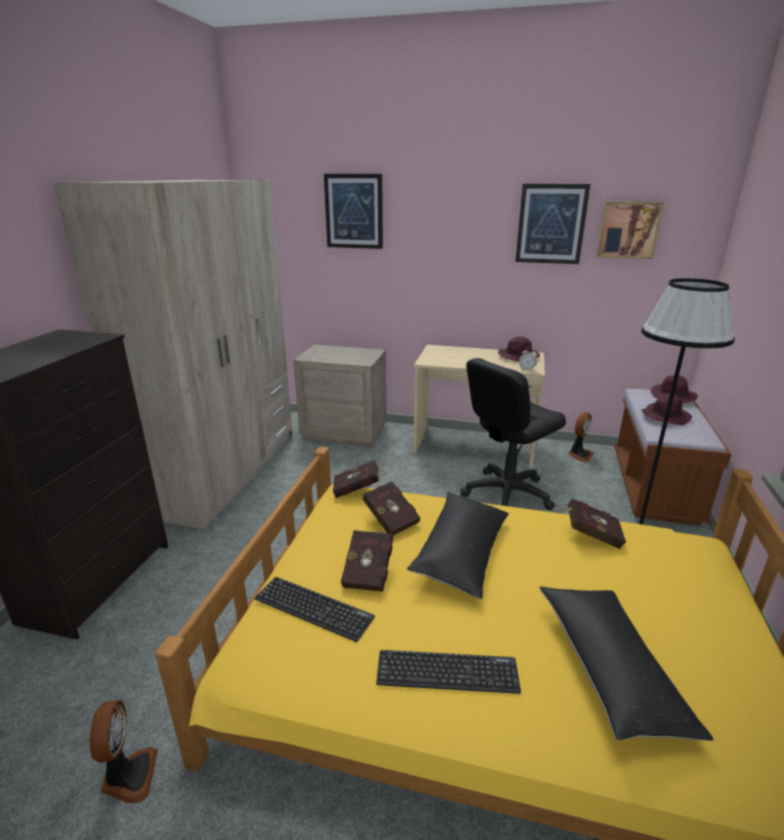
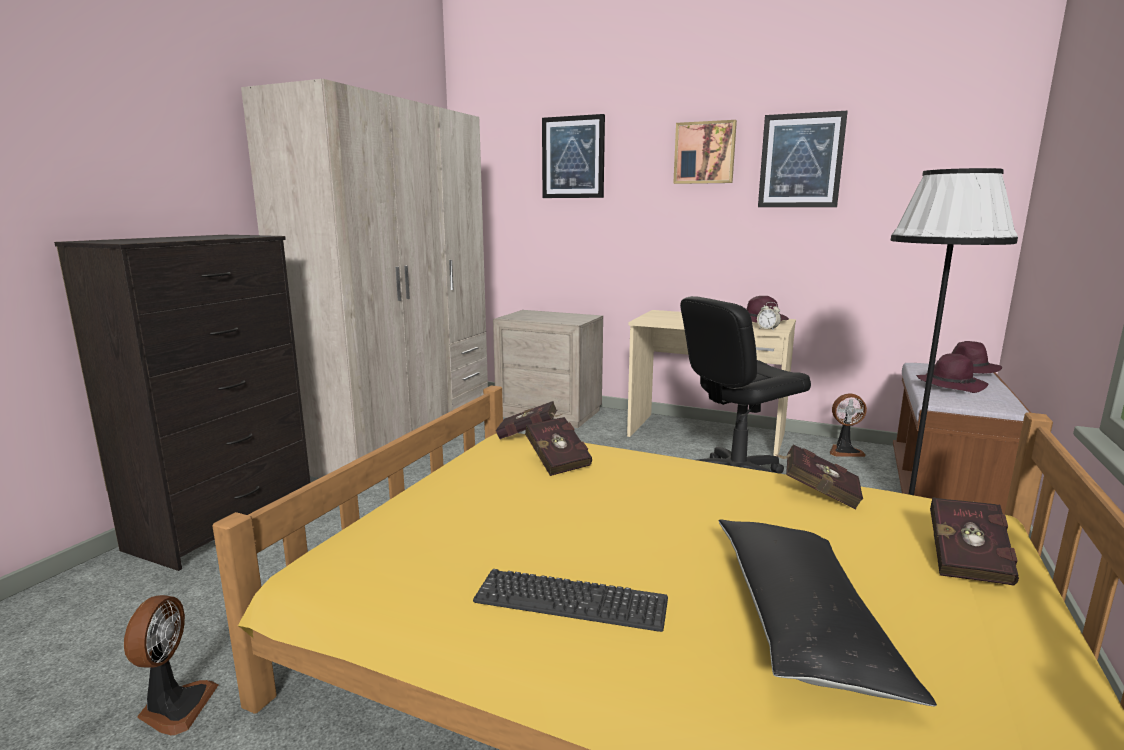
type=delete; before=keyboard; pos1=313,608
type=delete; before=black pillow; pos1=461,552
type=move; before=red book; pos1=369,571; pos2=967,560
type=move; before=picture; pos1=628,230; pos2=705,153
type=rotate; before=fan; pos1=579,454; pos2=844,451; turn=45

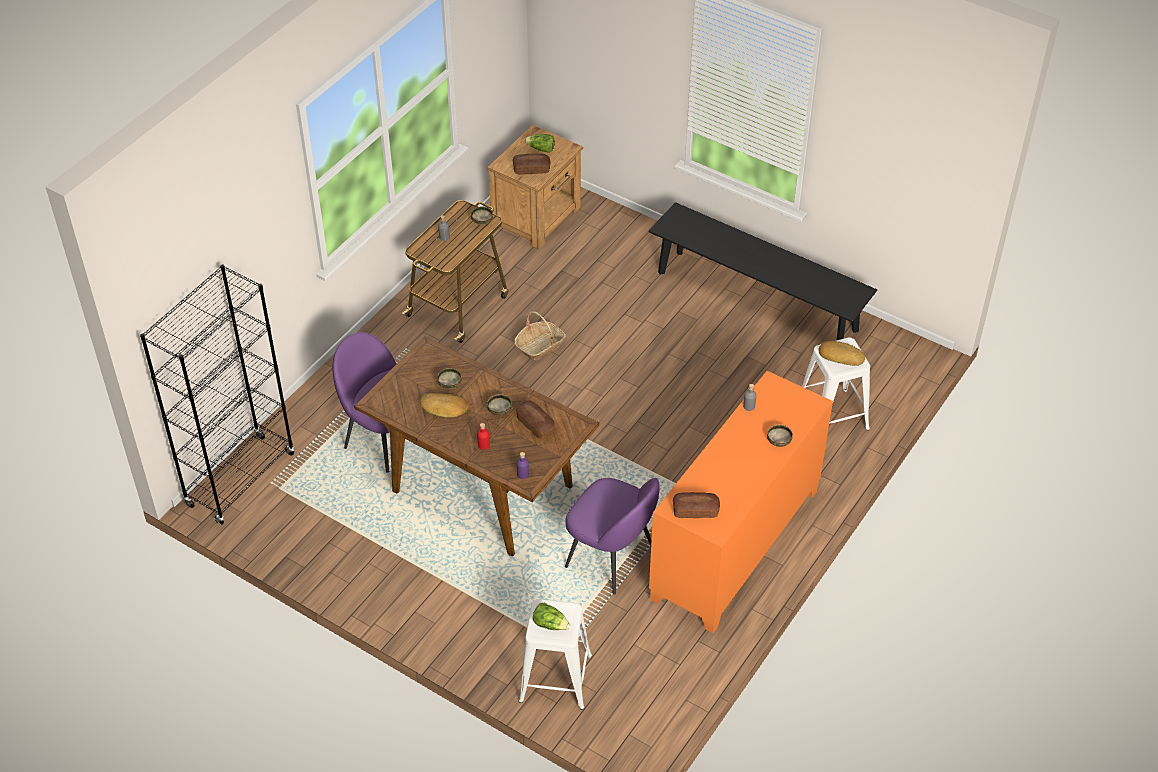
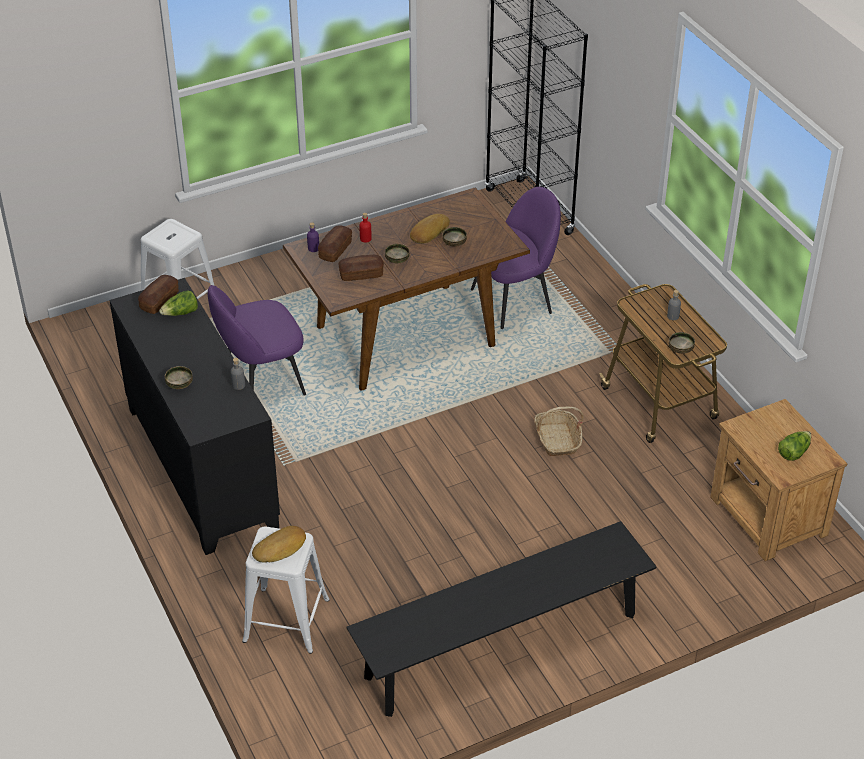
type=move; before=bread; pos1=531,169; pos2=335,250
type=move; before=lettuce; pos1=550,624; pos2=181,313
type=recolor; before=orange cabinet; after=black cabinet; pos1=736,545; pos2=200,467

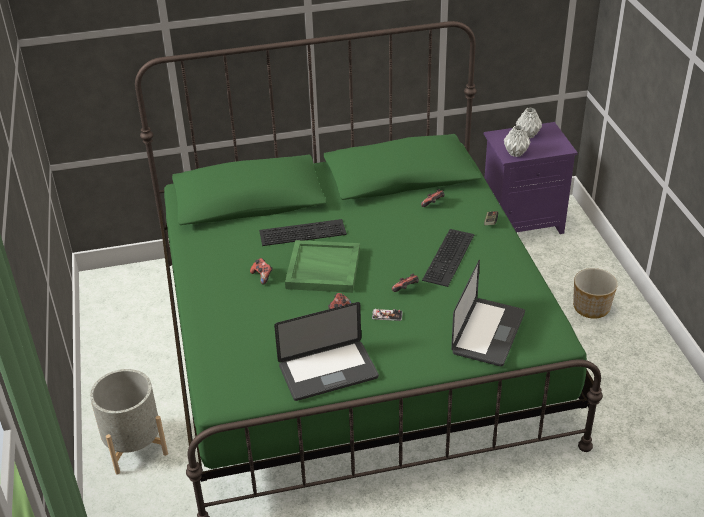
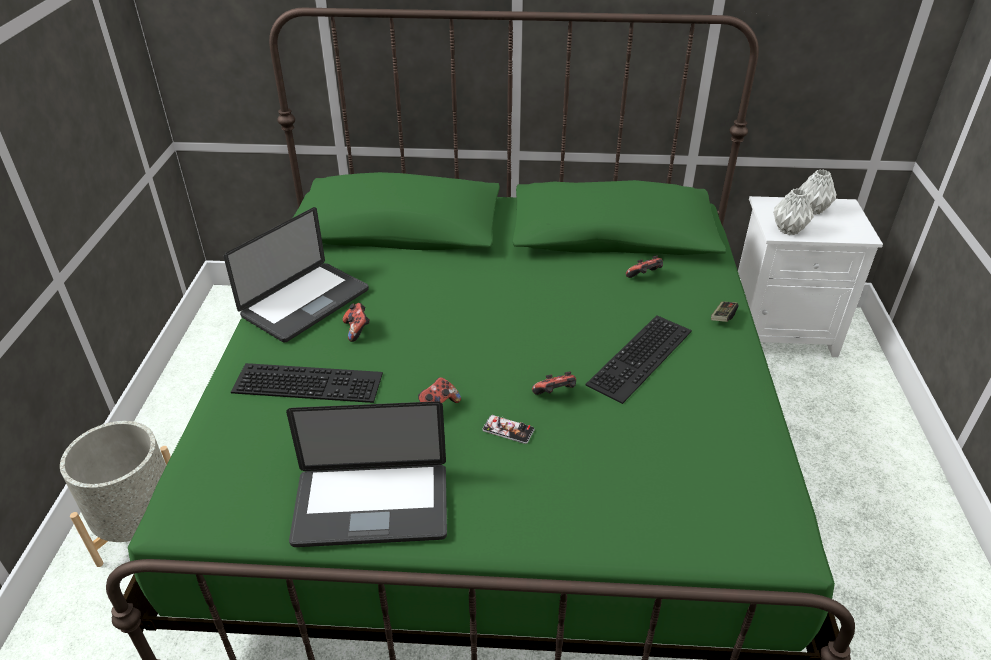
type=delete; before=green tray; pos1=322,269
type=delete; before=planter; pos1=591,307
type=move; before=keyboard; pos1=303,231; pos2=310,381
type=move; before=laptop; pos1=488,333; pos2=305,303
type=recolor; before=purple nightstand; after=white nightstand; pos1=522,222; pos2=781,331

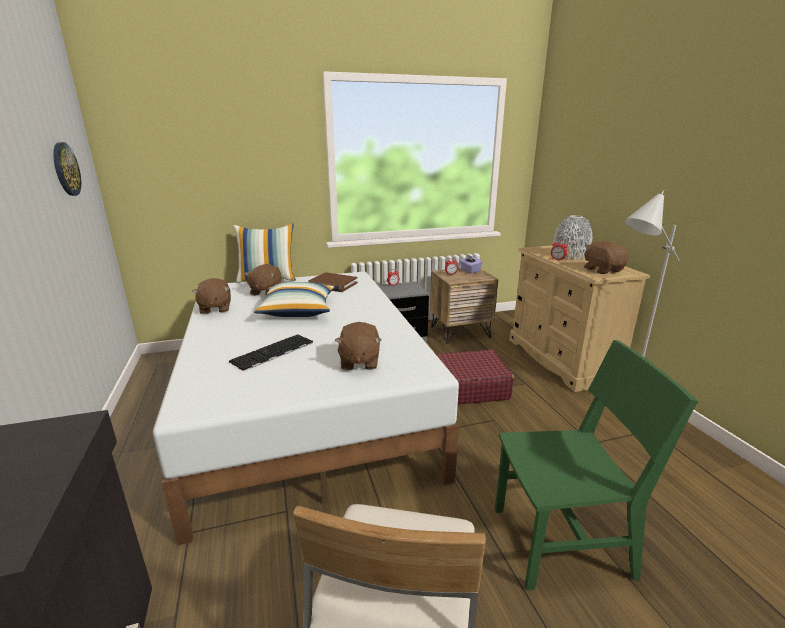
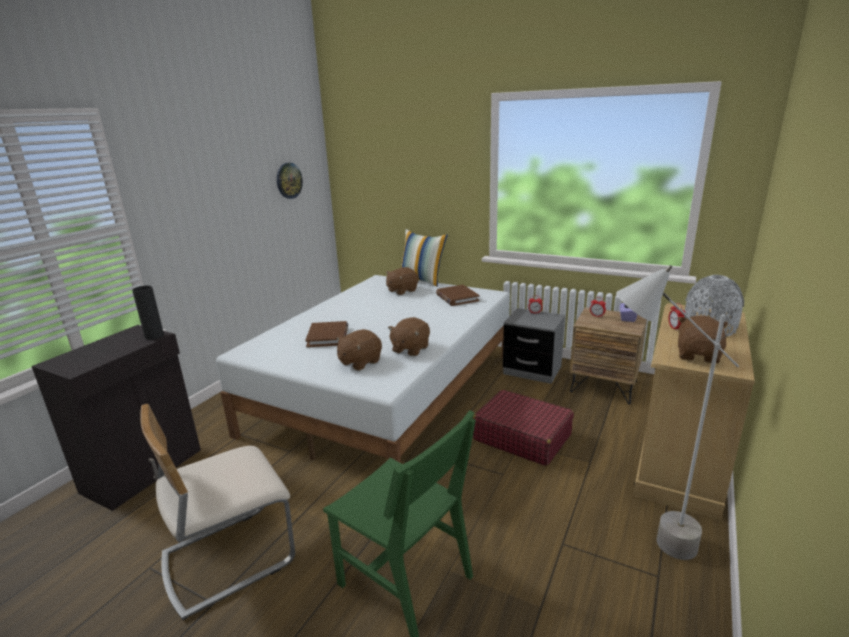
type=delete; before=pillow; pos1=298,311
type=insert; after=black vase; pos2=154,336
type=move; before=brown plush toy; pos1=215,309; pos2=410,349
type=replace; before=keyboard; after=brown book; pos1=272,352; pos2=328,336

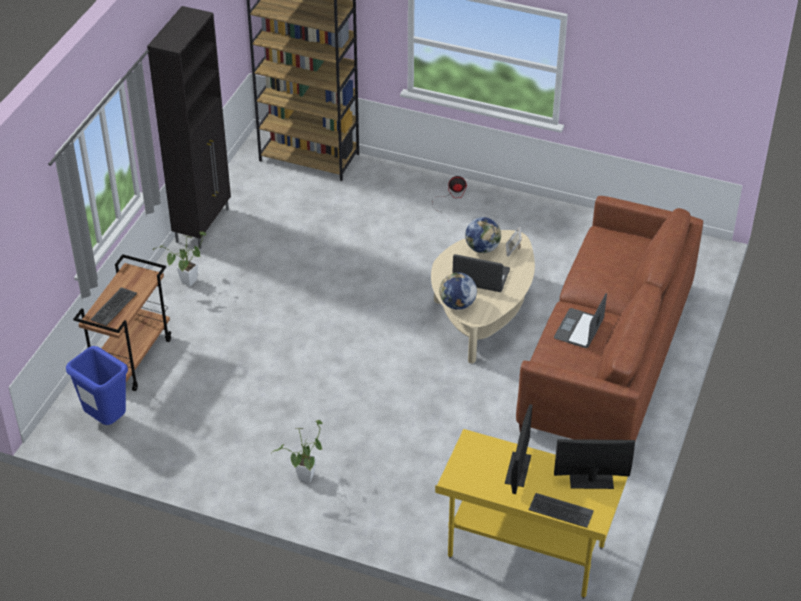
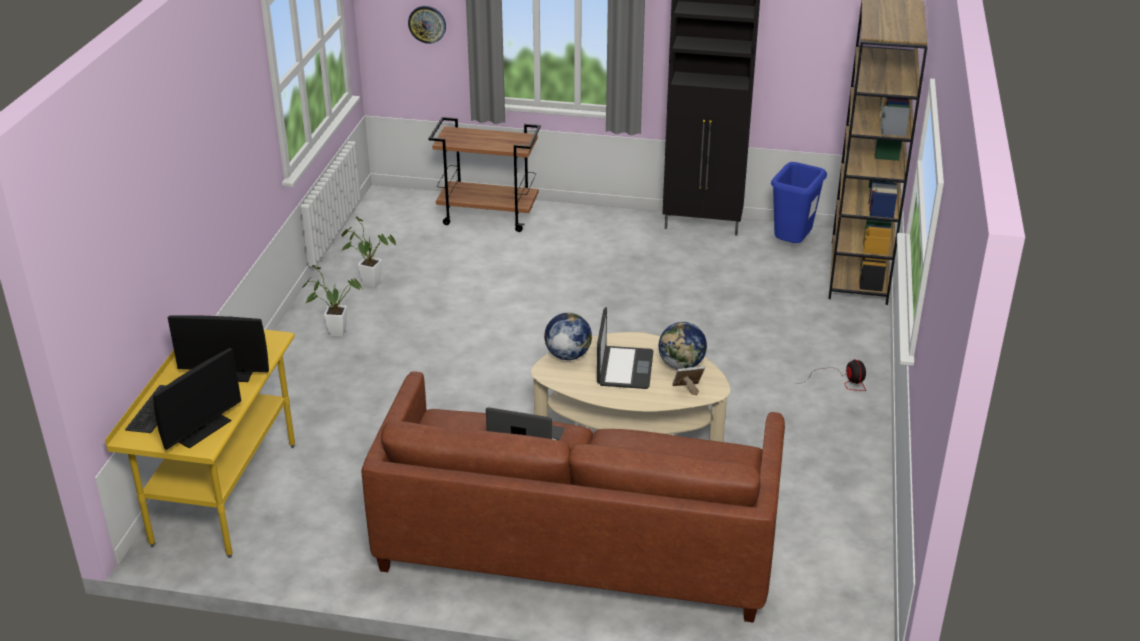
type=delete; before=keyboard; pos1=113,306
type=insert; after=wall clock; pos2=427,24
type=move; before=blue trash can; pos1=106,420; pos2=792,245
type=move; before=potted plant; pos1=186,283; pos2=368,283
type=rotate; before=monitor; pos1=591,481; pos2=202,429; turn=45

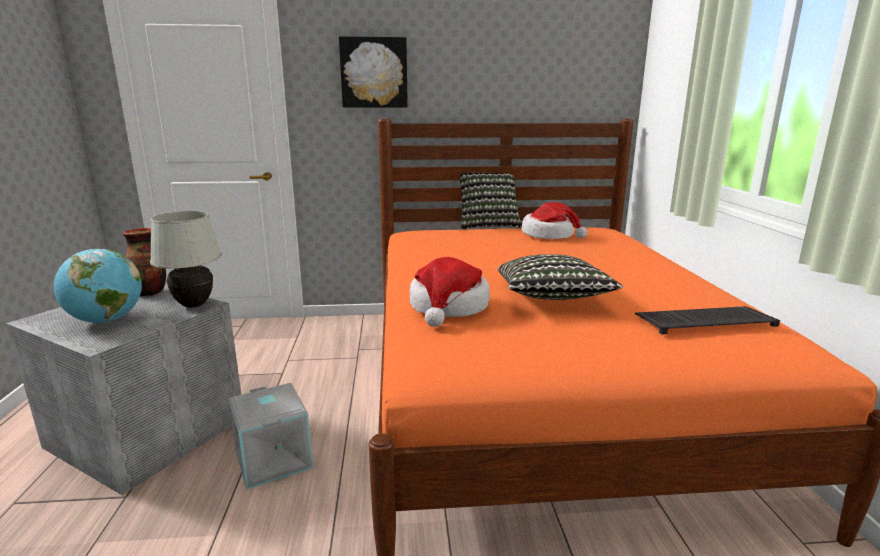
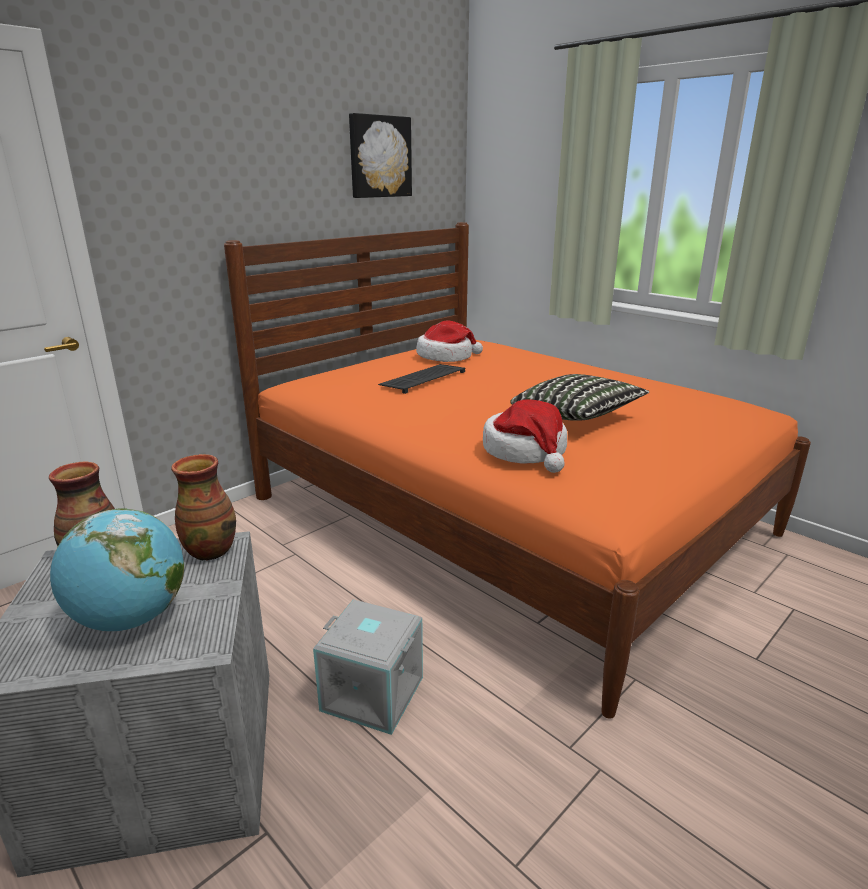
type=delete; before=pillow; pos1=488,225
type=move; before=picture; pos1=374,73; pos2=379,157
type=move; before=keyboard; pos1=705,321; pos2=423,379
type=replace; before=white table lamp; after=vase; pos1=194,305; pos2=211,550

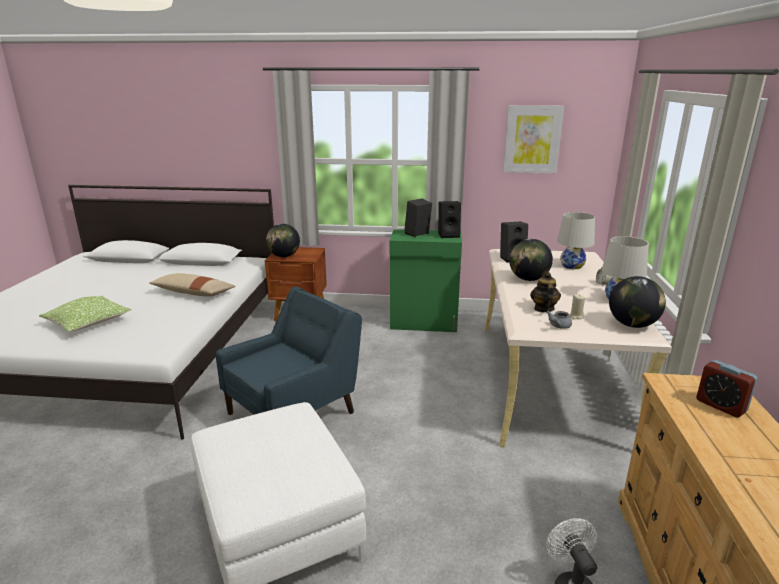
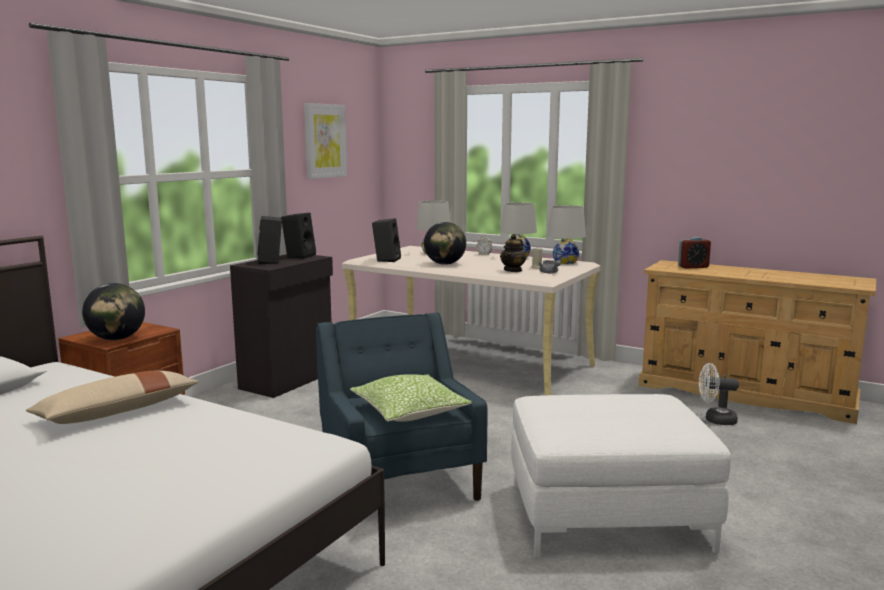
type=move; before=pillow; pos1=88,323; pos2=409,412
type=replace; before=globe; after=white table lamp; pos1=632,325; pos2=565,262
type=recolor; before=green cabinet; after=black cabinet; pos1=424,323; pos2=289,380
type=rotate; before=teapot; pos1=543,309; pos2=513,270; turn=-90

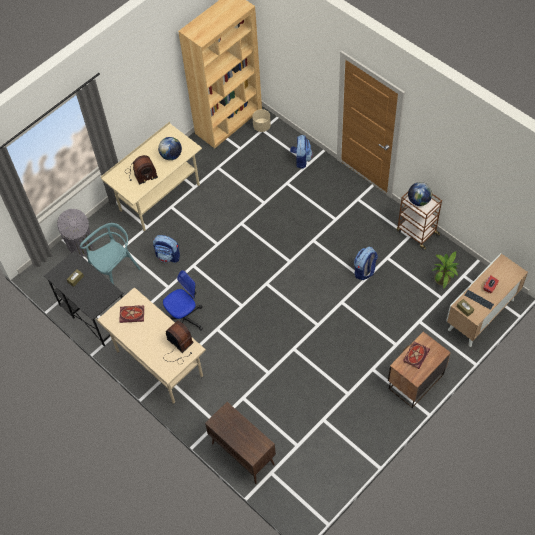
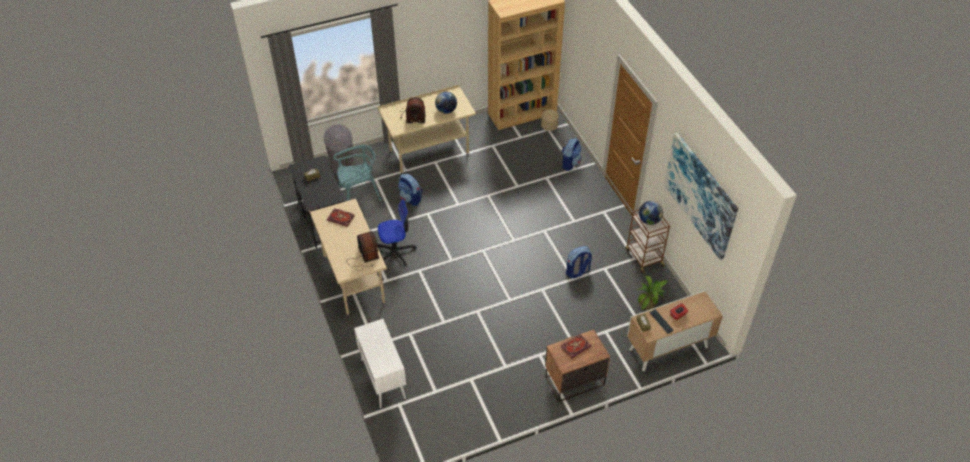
type=insert; after=picture; pos2=700,195
type=recolor; before=brown cabinet; after=white cabinet; pos1=242,453; pos2=383,378

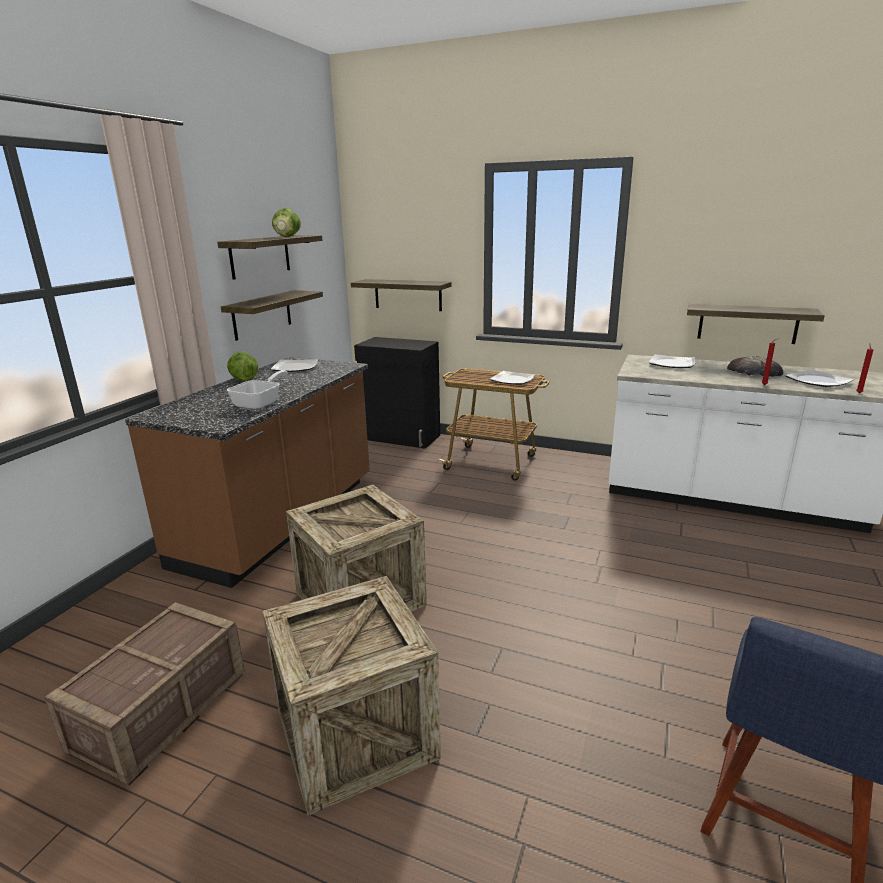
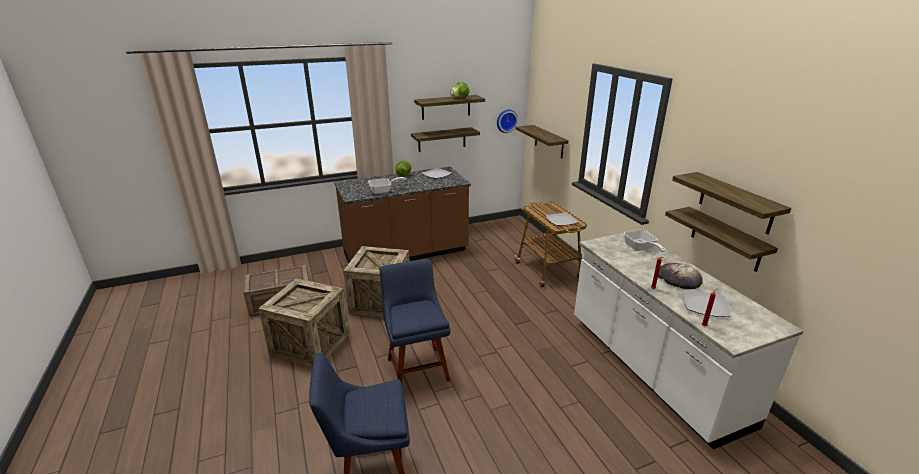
type=delete; before=black cabinet; pos1=401,438
type=insert; after=blue chair; pos2=417,367
type=insert; after=wall clock; pos2=506,120
type=insert; after=shelf; pos2=735,203
type=replace; before=plate; after=frying pan; pos1=672,364; pos2=640,248

